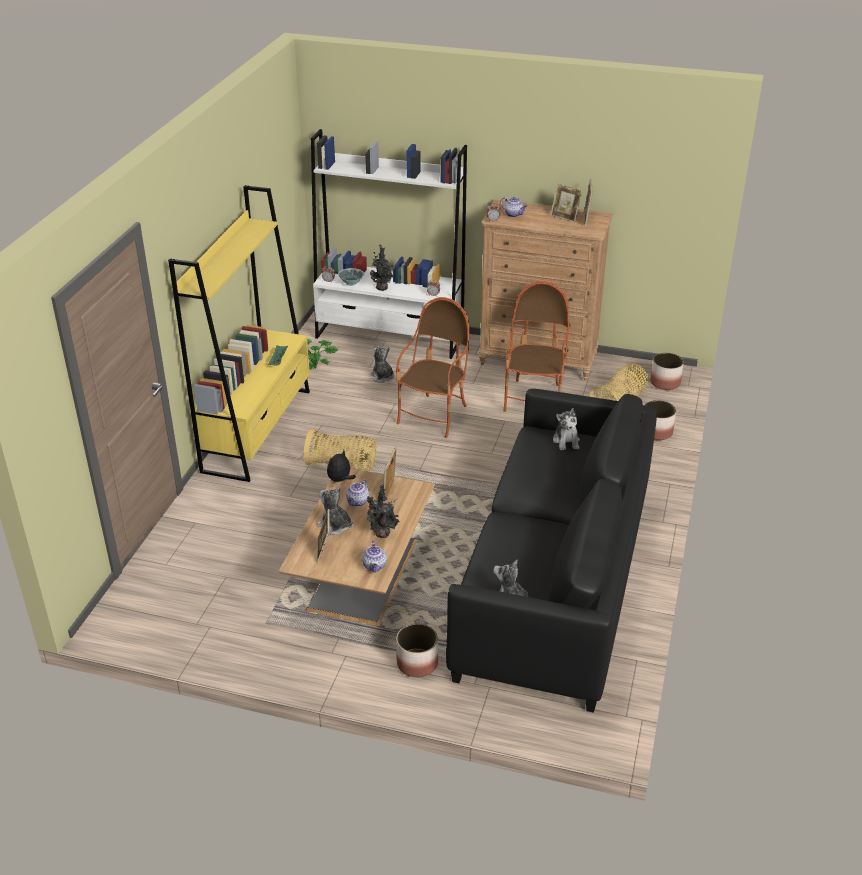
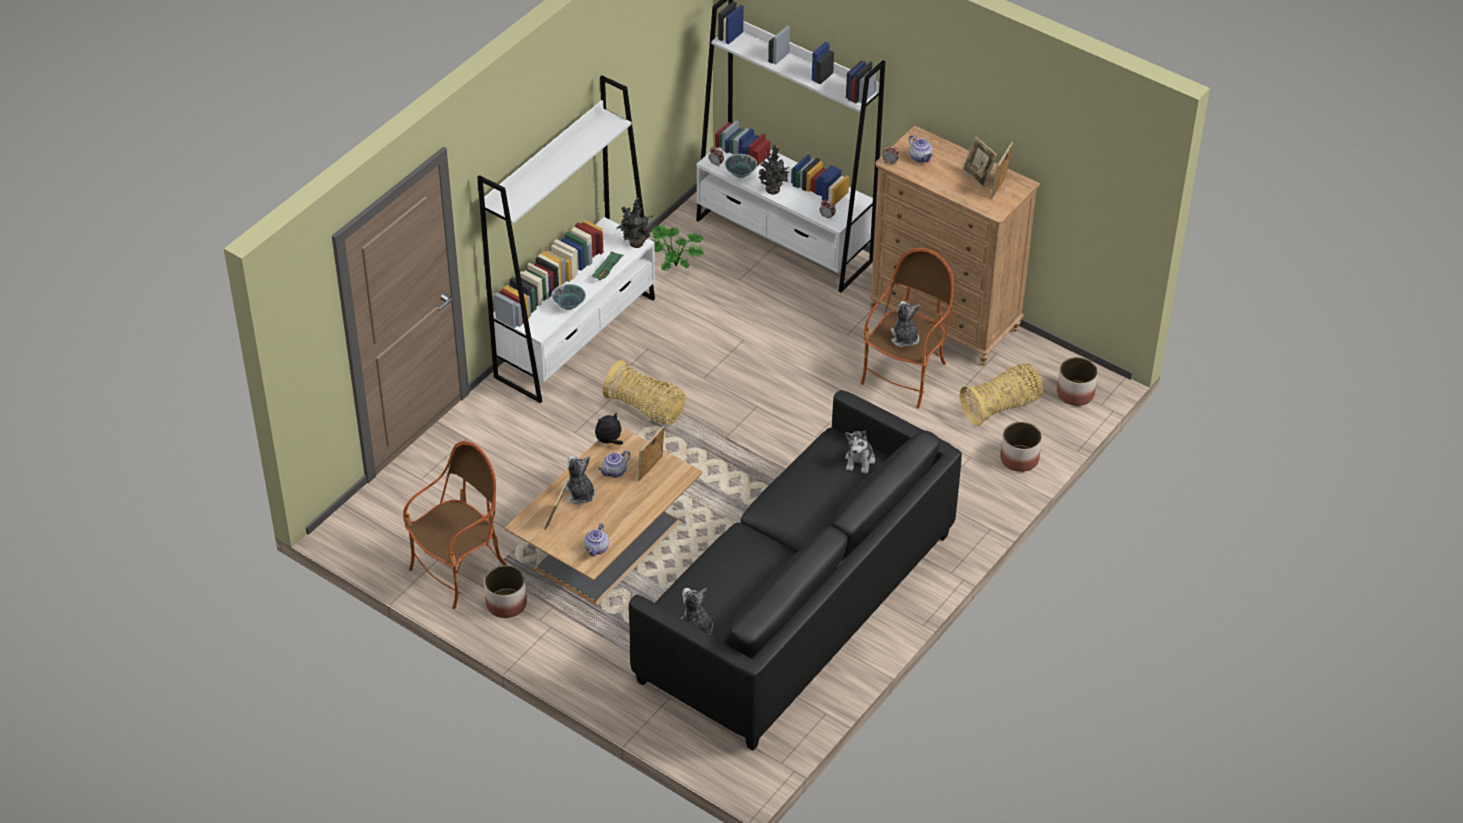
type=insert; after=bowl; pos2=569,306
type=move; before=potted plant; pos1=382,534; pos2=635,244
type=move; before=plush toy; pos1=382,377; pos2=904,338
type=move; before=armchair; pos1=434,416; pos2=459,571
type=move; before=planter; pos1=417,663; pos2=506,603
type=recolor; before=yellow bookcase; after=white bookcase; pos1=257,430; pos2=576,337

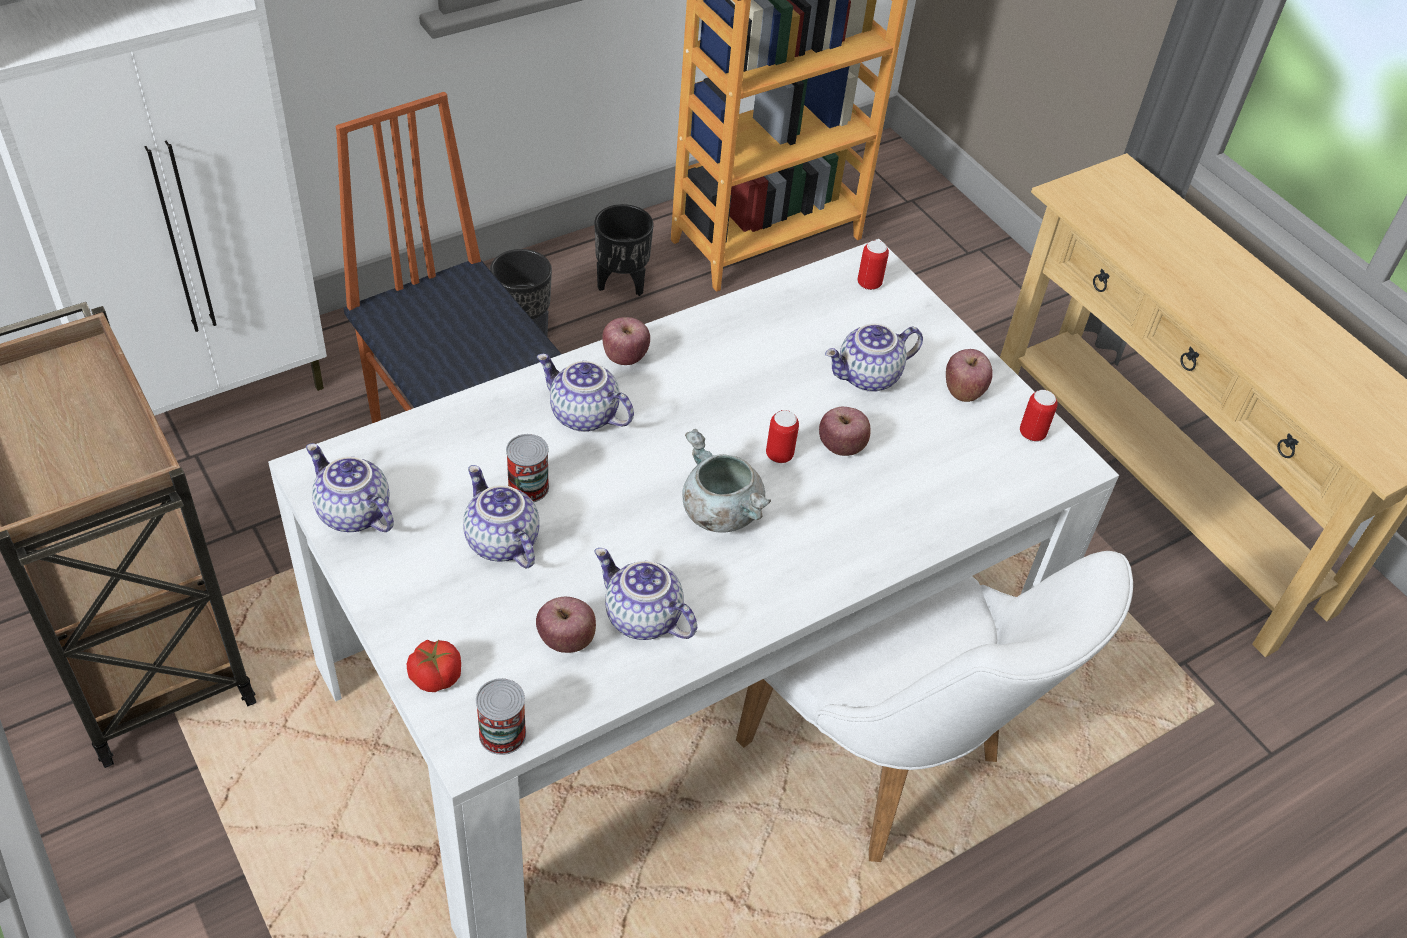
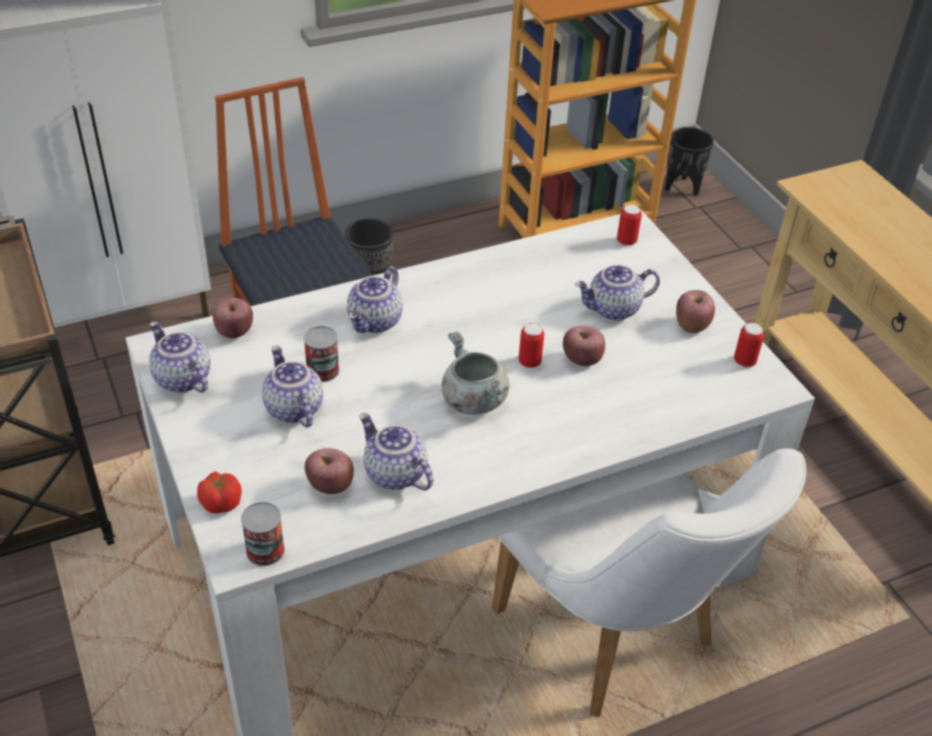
type=move; before=black planter; pos1=622,283; pos2=682,187
type=move; before=apple; pos1=625,357; pos2=234,332
type=rotate; before=teapot; pos1=582,416; pos2=376,322; turn=-105

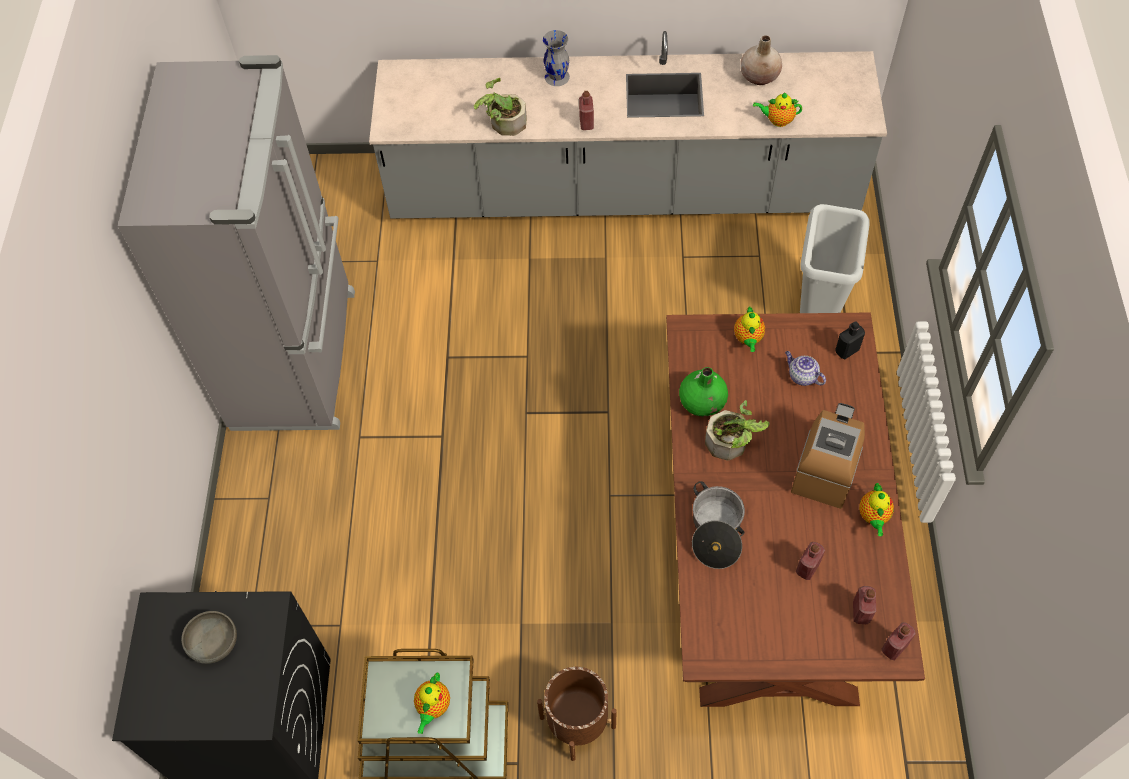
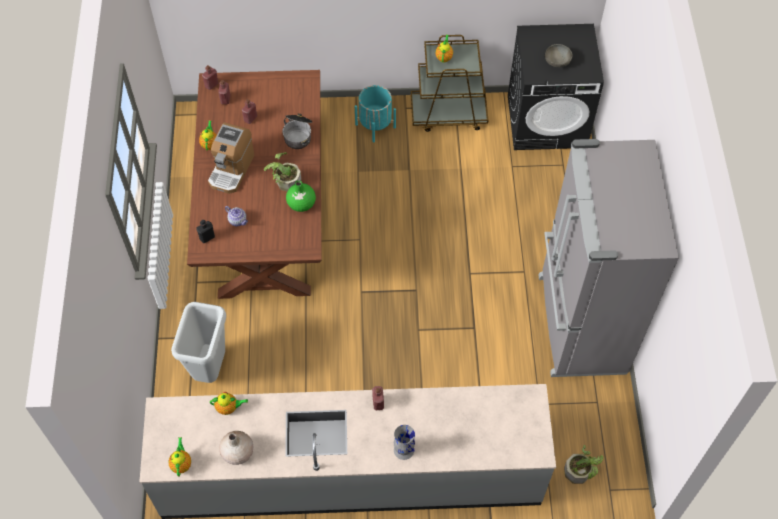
type=move; before=potted plant; pos1=503,123; pos2=581,471
type=move; before=teapot; pos1=748,339; pos2=181,463
type=recolor; before=brown planter; after=turquoise planter; pos1=577,722; pos2=375,126

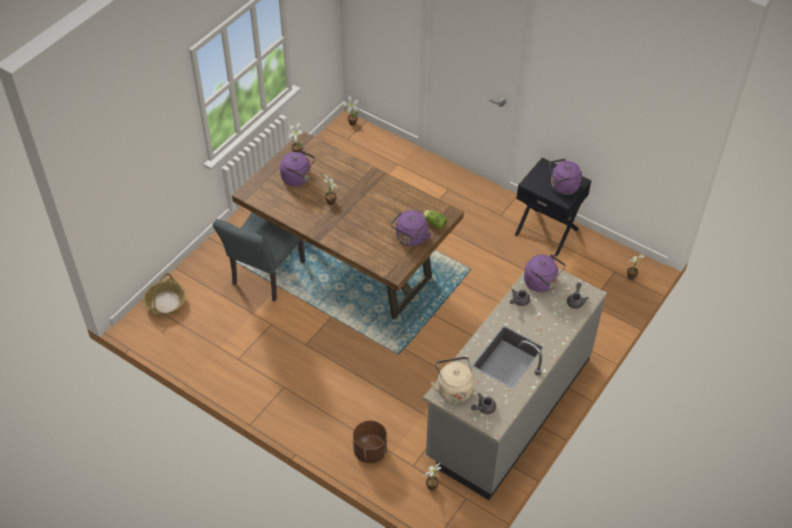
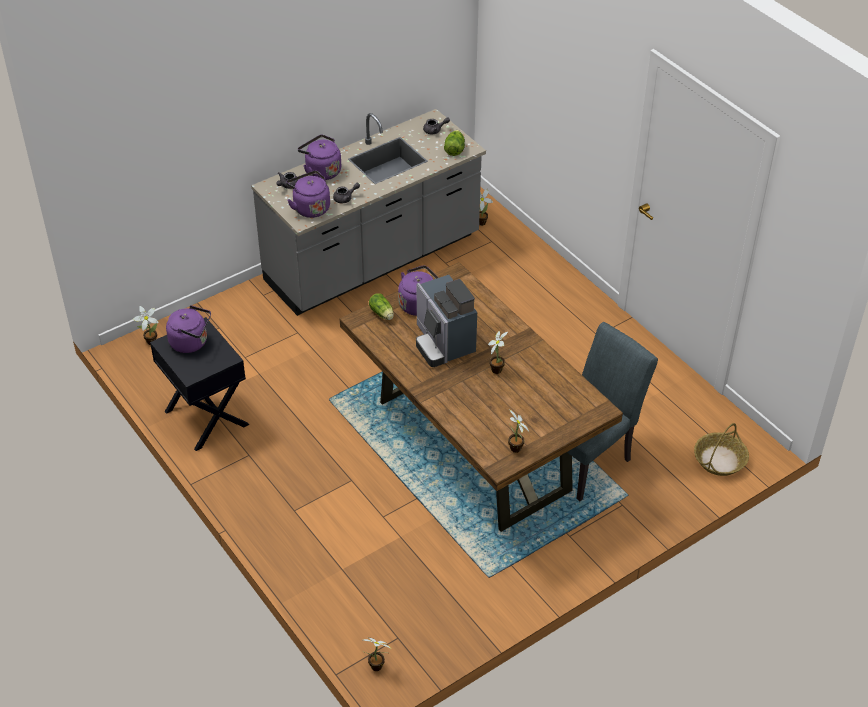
type=delete; before=brown planter; pos1=370,451
type=insert; after=coffee machine; pos2=443,343
type=move; before=purple kettle; pos1=298,178; pos2=321,171
type=replace; before=beige kettle; after=lettuce; pos1=453,388; pos2=454,149

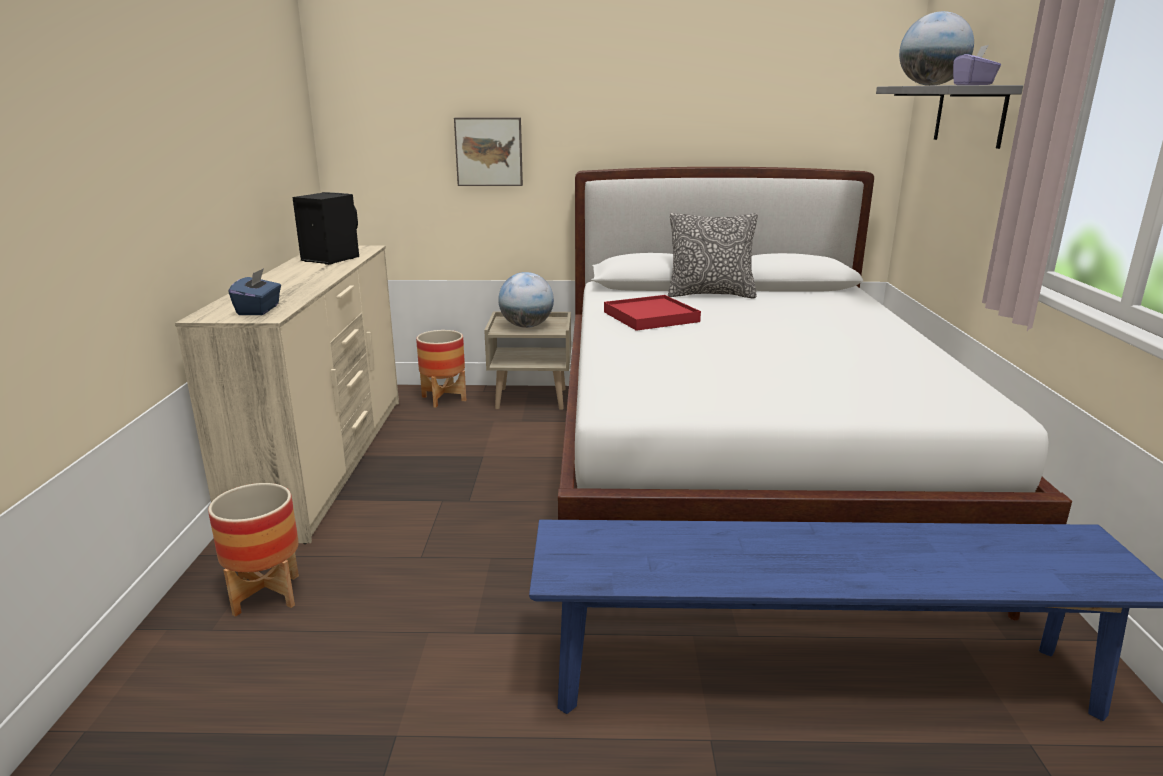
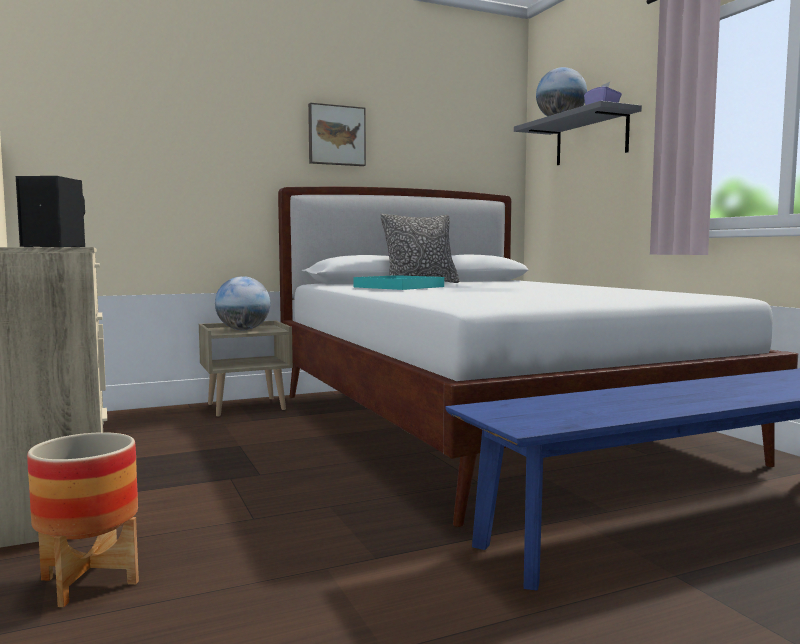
type=delete; before=blue tissue box; pos1=259,310
type=delete; before=planter; pos1=444,398
type=move; before=picture; pos1=489,151; pos2=336,135
type=recolor; before=red tray; after=turquoise tray; pos1=651,317; pos2=399,287

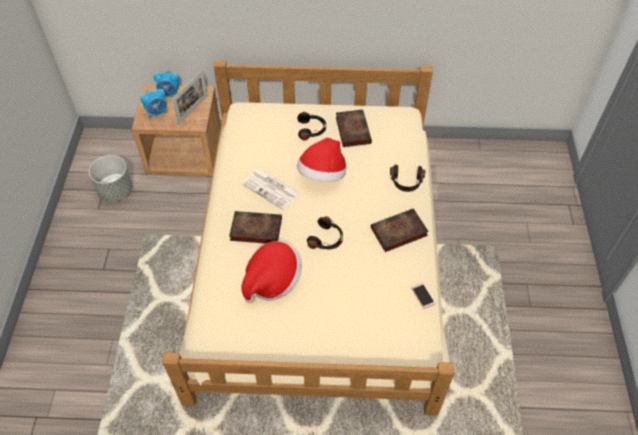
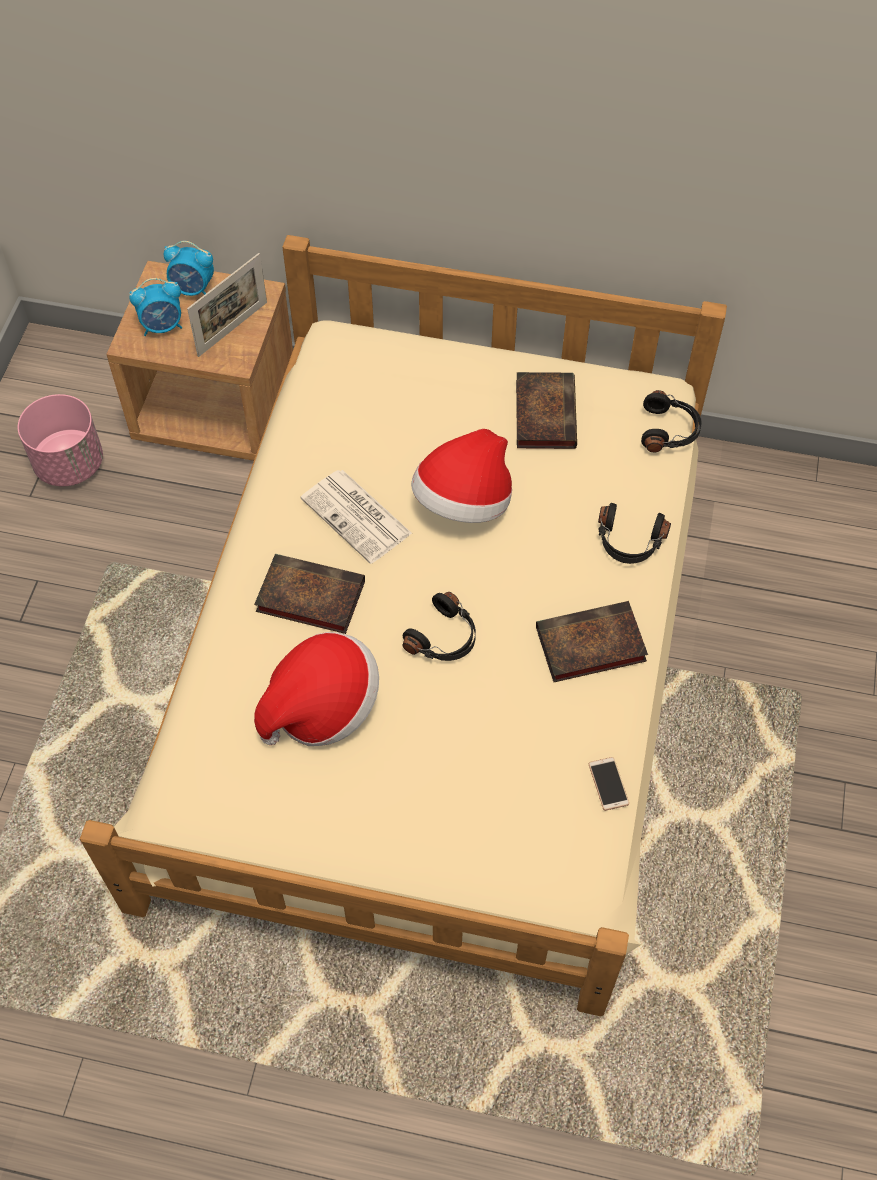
type=move; before=black headphones; pos1=311,130; pos2=669,431
type=recolor; before=grey planter; after=pink planter; pos1=116,190; pos2=69,463

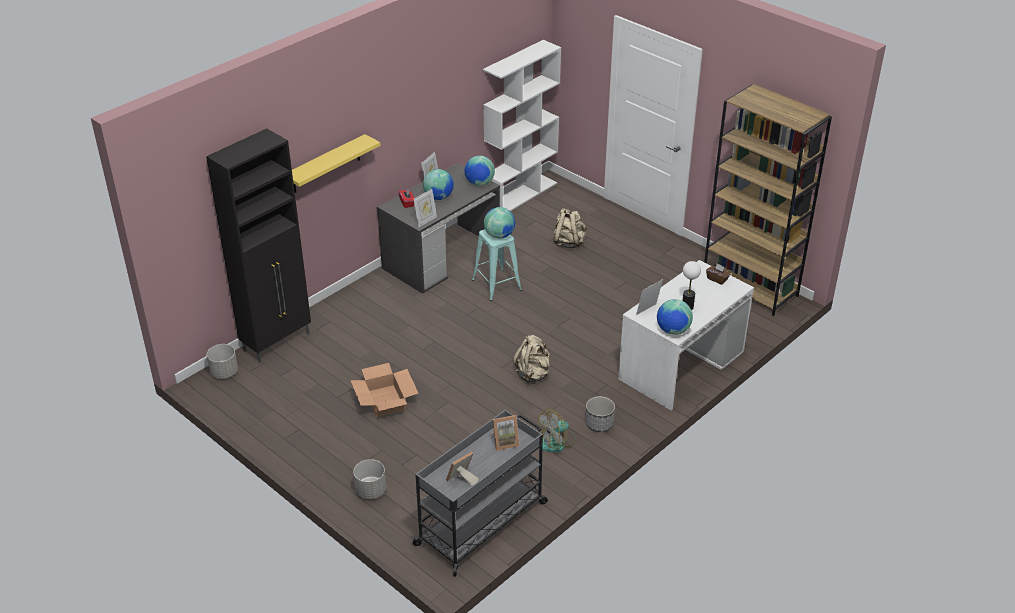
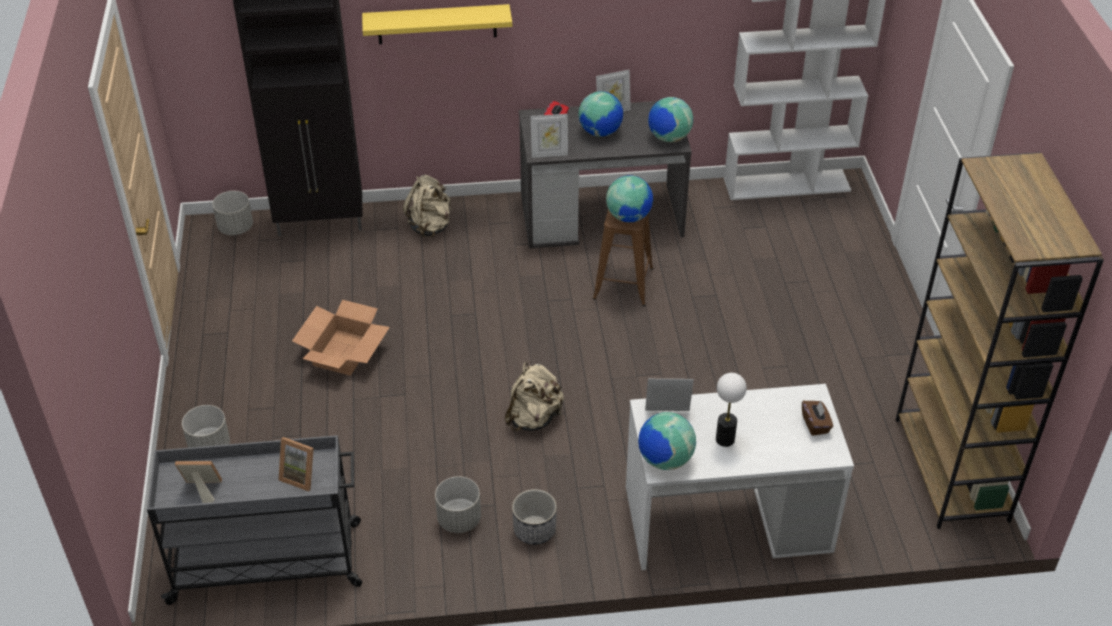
type=move; before=beige backpack; pos1=569,242; pos2=430,226
type=replace; before=fan; after=grey planter; pos1=556,442; pos2=459,520
type=recolor; before=turquoise stool; after=brown stool; pos1=496,285; pos2=623,283

